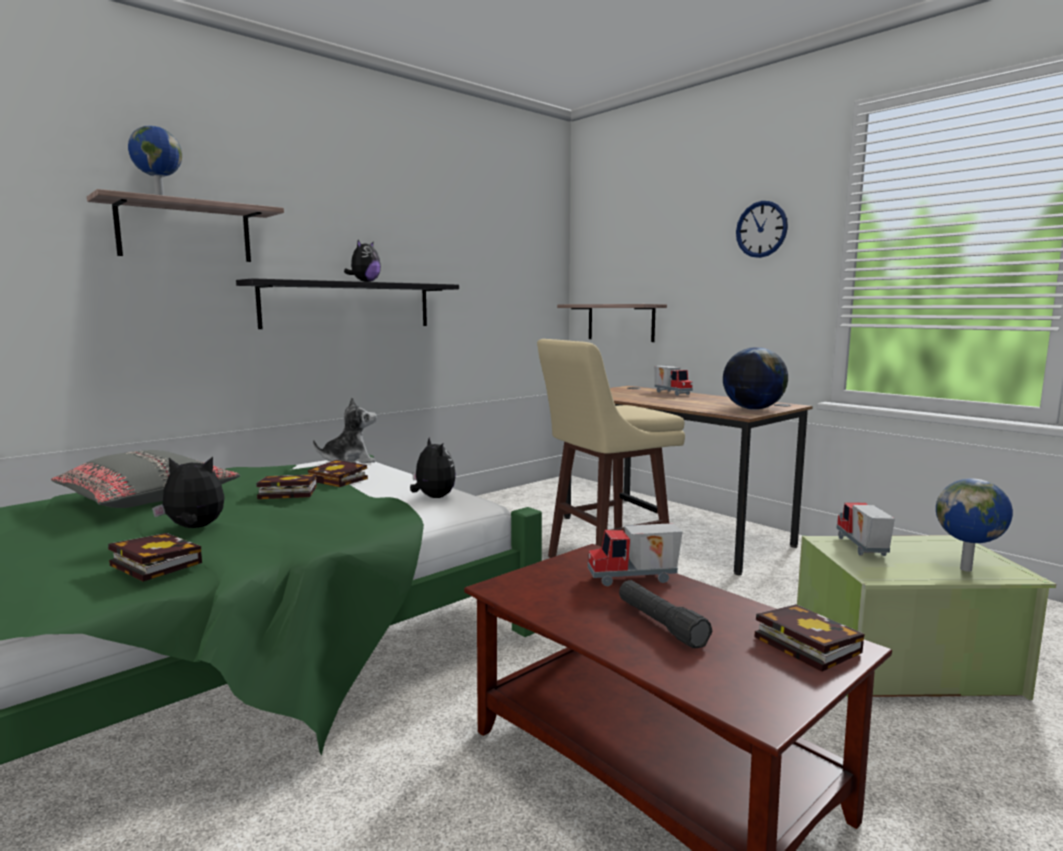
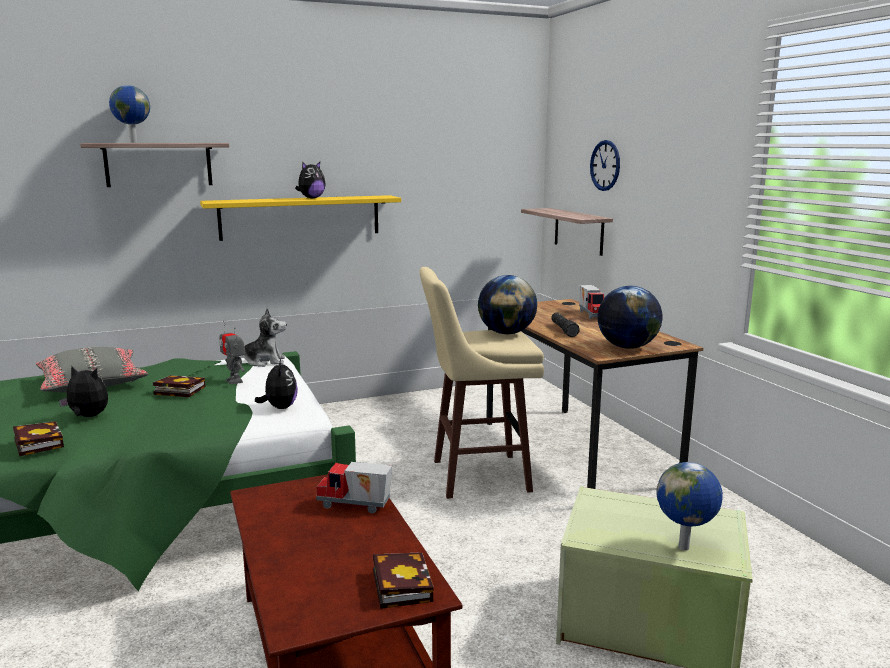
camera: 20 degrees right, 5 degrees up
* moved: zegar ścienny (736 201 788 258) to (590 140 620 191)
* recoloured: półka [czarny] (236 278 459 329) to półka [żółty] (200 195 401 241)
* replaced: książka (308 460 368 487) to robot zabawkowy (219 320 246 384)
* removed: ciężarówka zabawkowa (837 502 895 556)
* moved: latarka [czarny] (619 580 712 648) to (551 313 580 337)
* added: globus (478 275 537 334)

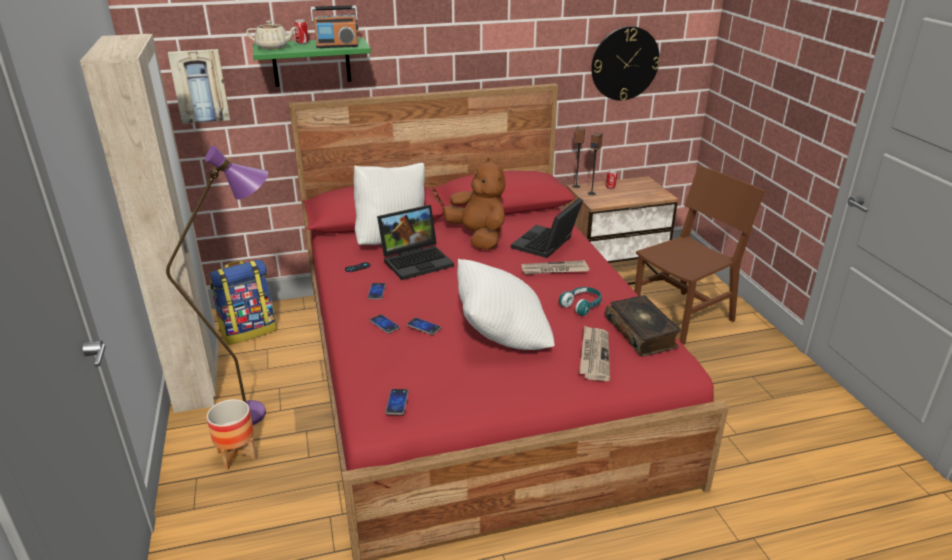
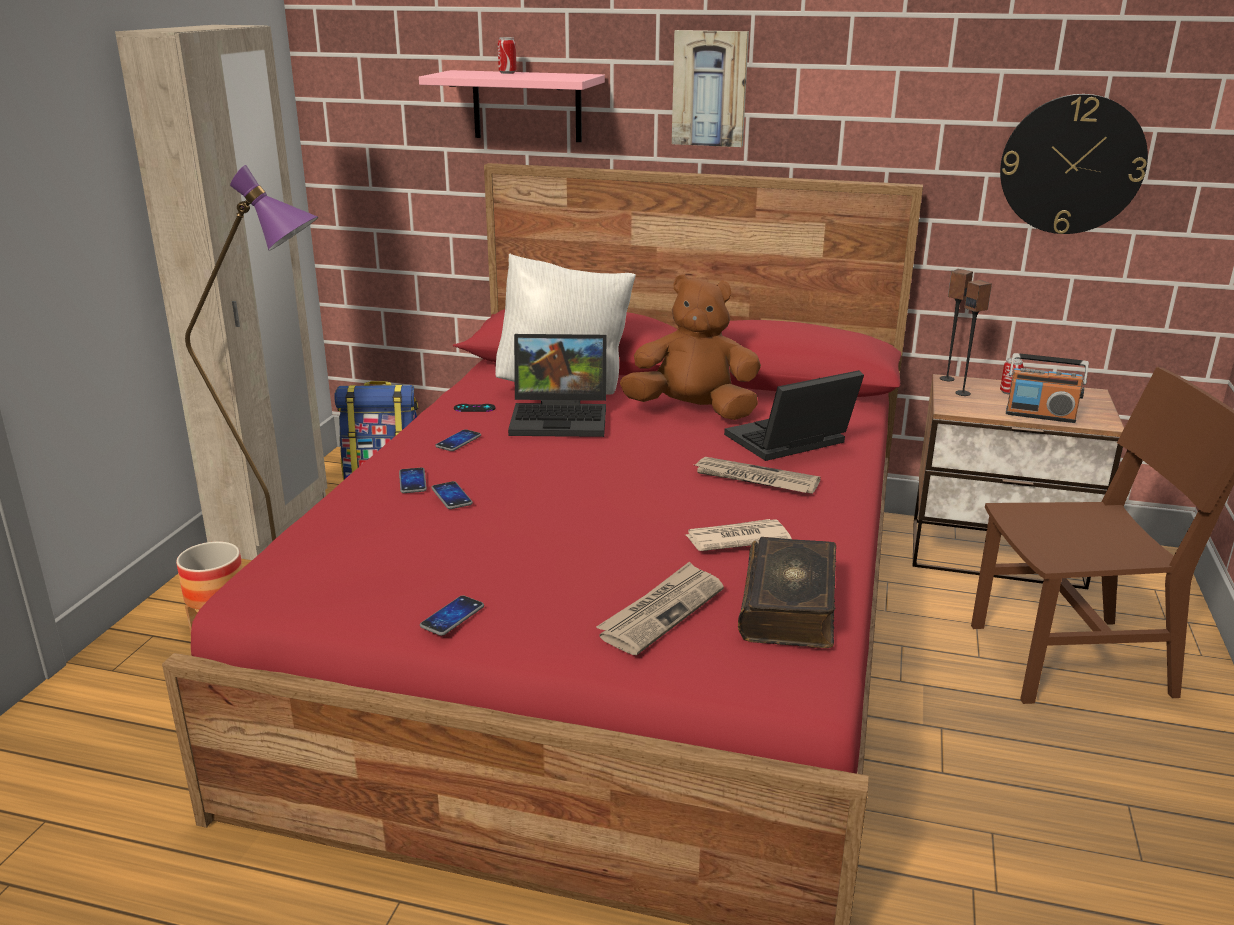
camera: 30 degrees right, 5 degrees down
* moved: radio (311 5 358 48) to (1006 353 1089 423)
* removed: imbryk [beżowy] (246 20 297 50)
* recoloured: półka [zielony] (253 37 371 87) to półka [różowy] (419 70 605 142)
* moved: obraz (168 49 230 124) to (672 30 749 147)
* turned: pluszak [brązowy] (442 158 506 250) = (620 275 761 420) 75 degrees counterclockwise
* removed: poduszka [biały] (457 259 555 350)
* replaced: słuchawki [turkusowy] (559 287 602 316) to gazeta (686 519 792 551)
* moved: telefon (385 389 409 415) to (420 596 484 636)

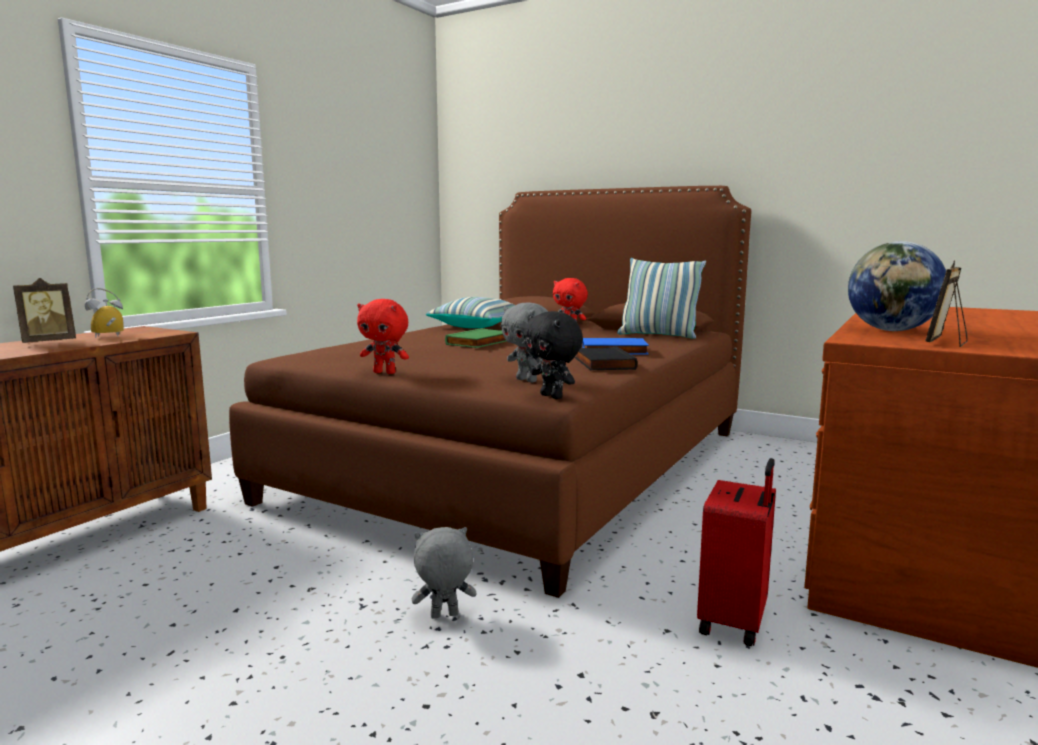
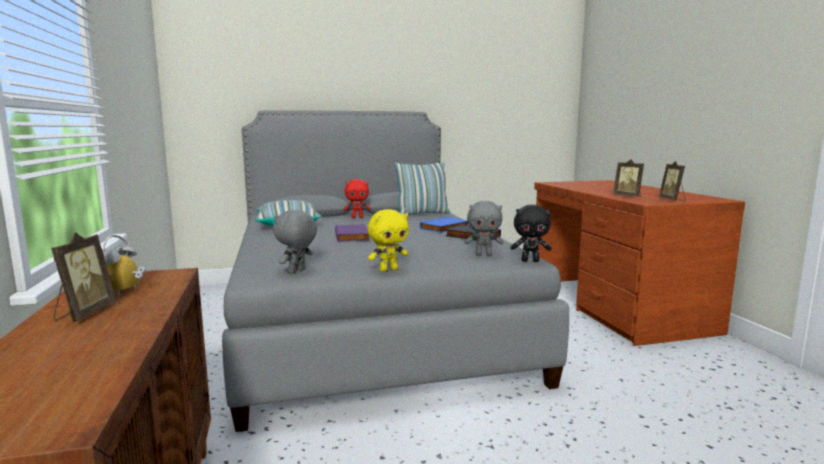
camera: 45 degrees left, 0 degrees up
* recoloured: łóżko [brązowy] (229 186 751 598) to łóżko [szary] (222 110 569 432)
* replaced: globus (848 241 946 331) to ramka na zdjęcie (613 159 644 197)
* recoloured: pluszak [czerwony] (357 299 409 374) to pluszak [żółty] (367 209 409 272)
* recoloured: książka [zielony] (445 328 506 348) to książka [fioletowy] (335 224 370 242)
* removed: walizka [czerwony] (697 458 776 646)
* moved: pluszak [szary] (412 527 476 618) to (273 210 317 273)

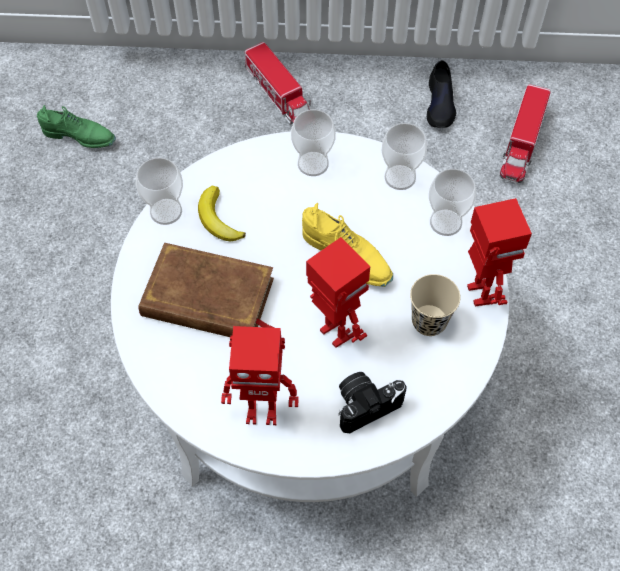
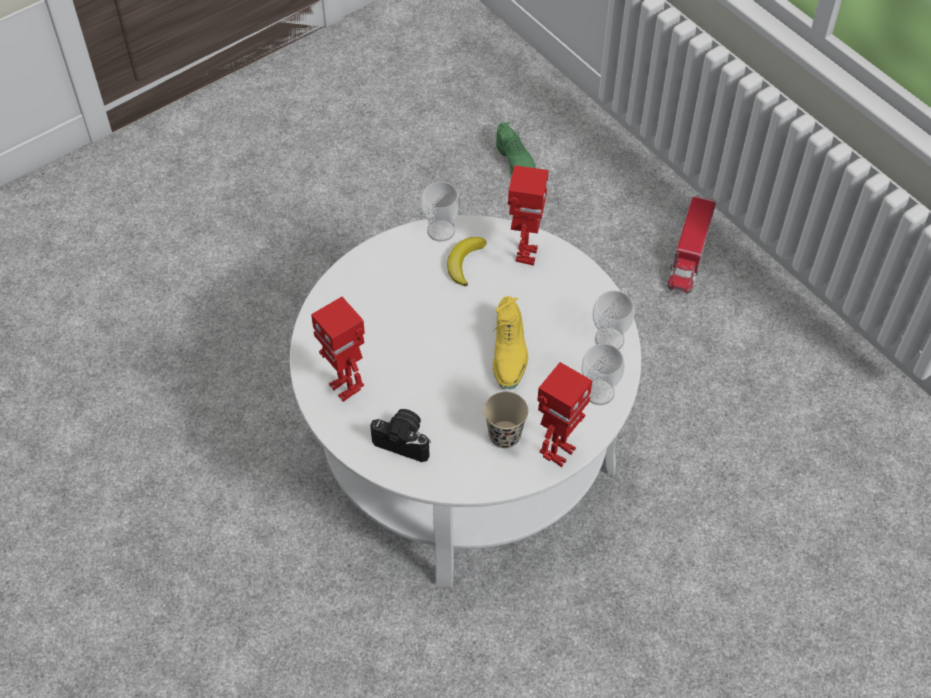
camera: 50 degrees right, 5 degrees down
* removed: but [czarny] (427 60 456 128)
* removed: ciężarówka zabawkowa (500 84 551 184)
* removed: filiżanka (291 109 336 176)
* moved: robot zabawkowy (306 237 370 348) to (508 165 549 266)
* removed: książka [brązowy] (138 243 274 337)

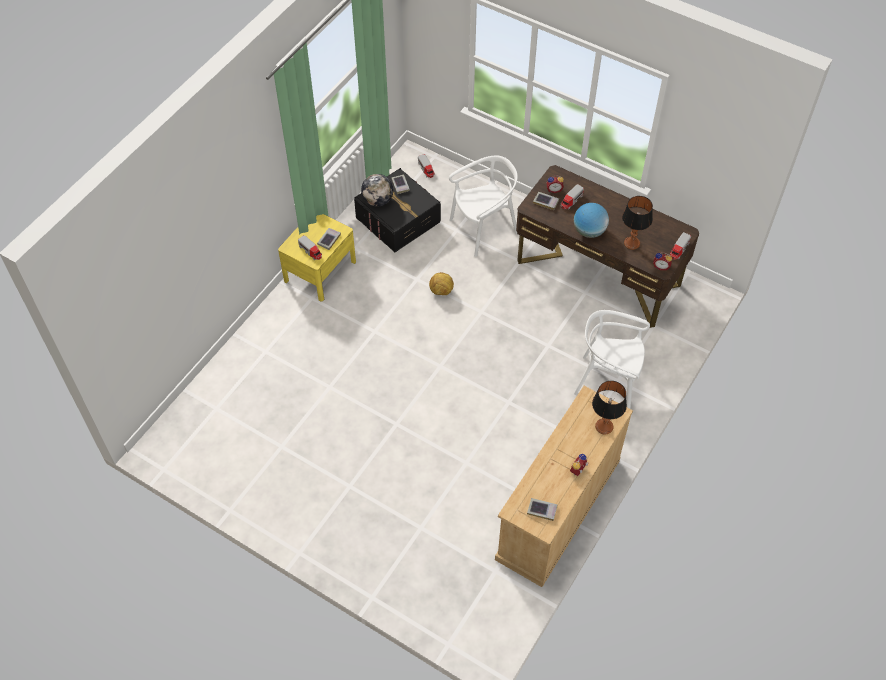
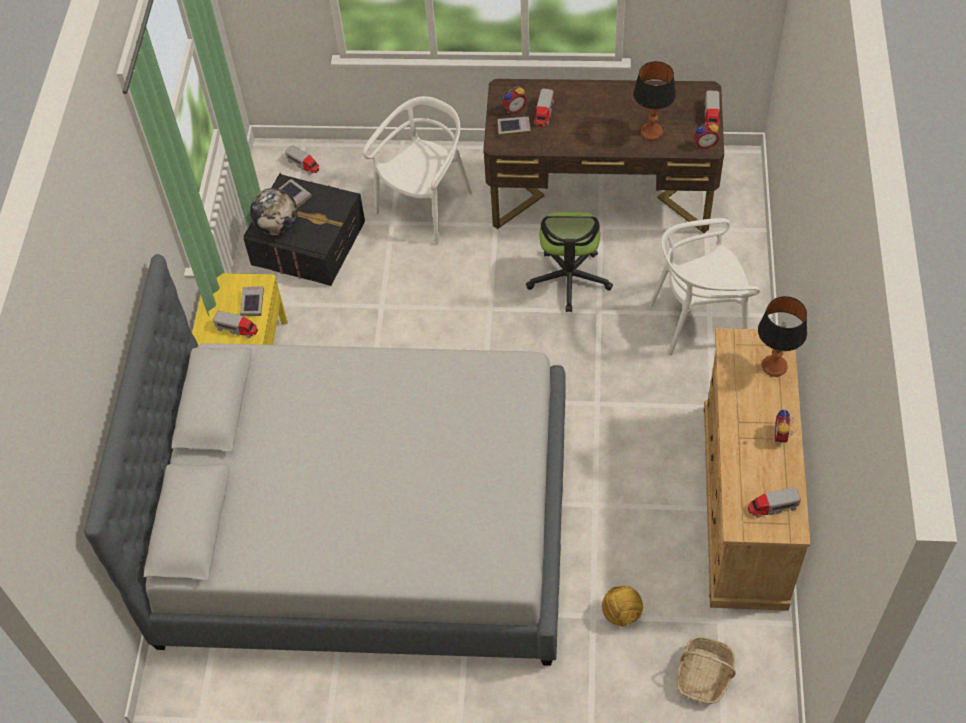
camera: 25 degrees left, 0 degrees up
* removed: globus (574 203 609 238)
* moved: piłka futbolowa (429 272 454 295) to (602 586 643 626)
* replaced: książka (527 498 557 521) to ciężarówka zabawkowa (748 487 801 518)
* added: krzesło biurowe (526 212 613 312)
* added: łóżko [szary] (84 254 566 666)
* added: koszyk (677 636 736 704)

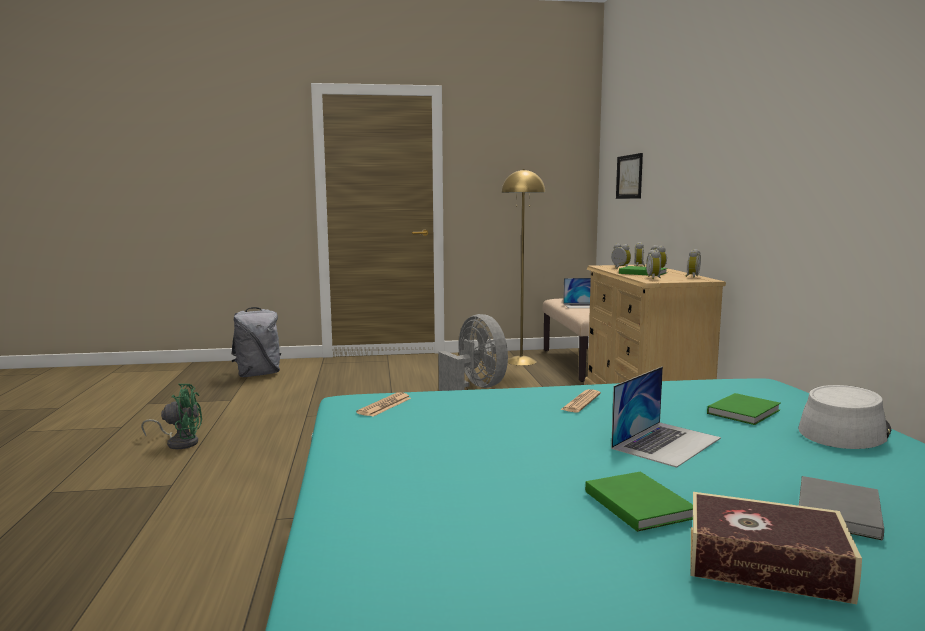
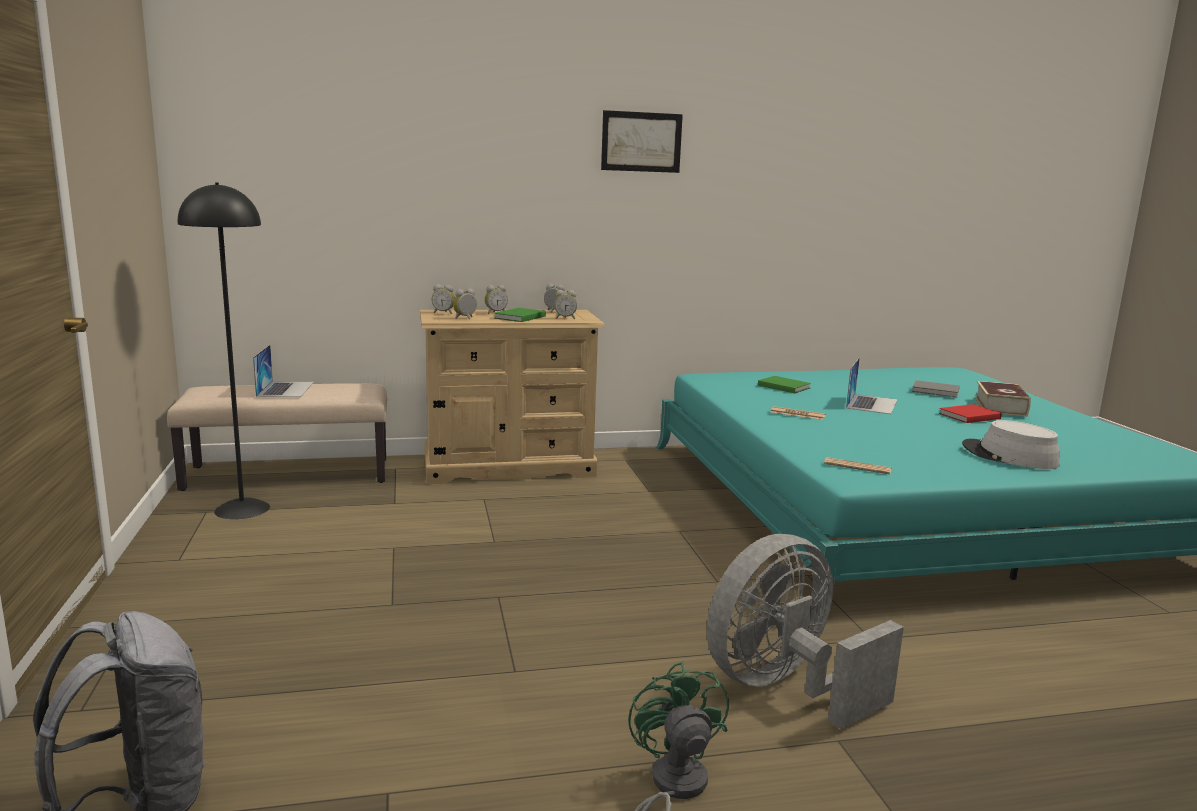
camera: 95 degrees left, 5 degrees up
* moved: obraz (616 153 643 199) to (601 110 683 173)
* recoloured: lampa stojąca [żółty] (502 169 545 365) to lampa stojąca [czarny] (178 183 270 519)
* moved: wentylator [szary] (438 314 508 391) to (707 534 904 729)
* turned: laptop (611 367 721 468) = (846 357 897 414) 75 degrees clockwise
* moved: kapelusz [szary] (798 385 892 449) to (962 420 1060 469)
* recoloured: książka [zielony] (585 472 693 532) to książka [czerwony] (939 404 1002 423)

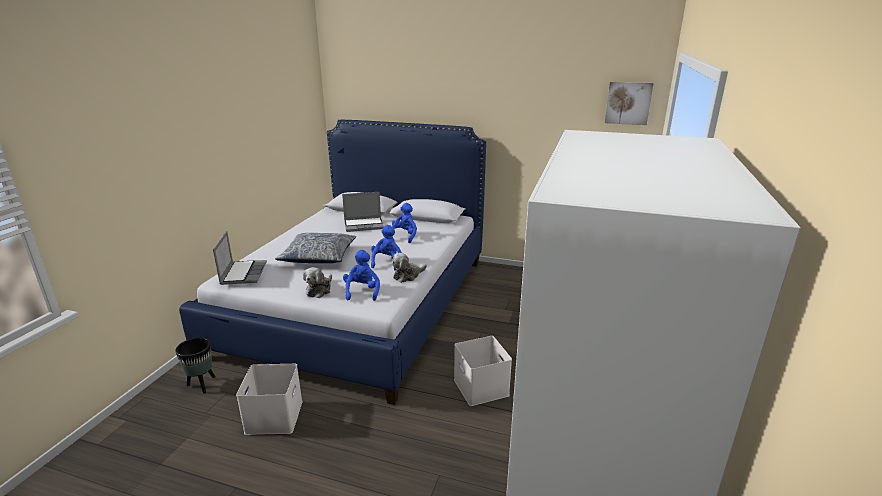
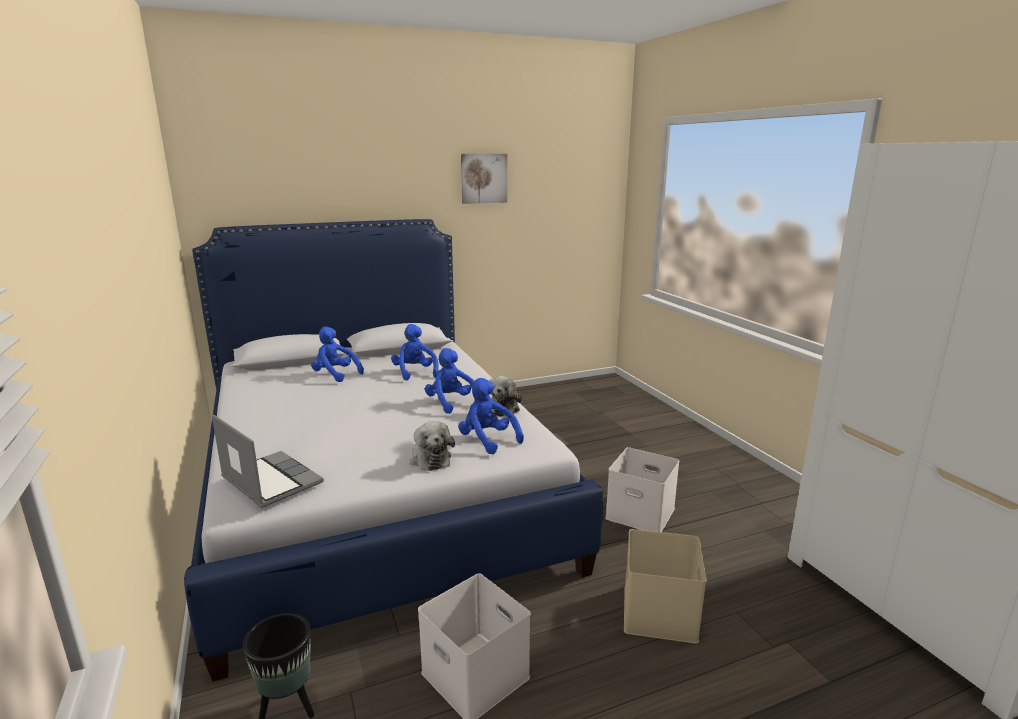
camera: 40 degrees left, 5 degrees down
* moved: obraz (605 82 654 125) to (461 154 507 204)
* replaced: laptop (342 192 384 232) to pluszak [niebieski] (311 327 364 382)
* removed: poduszka (275 233 356 263)
* added: pojemnik do przechowywania [beżowy] (624 529 706 644)

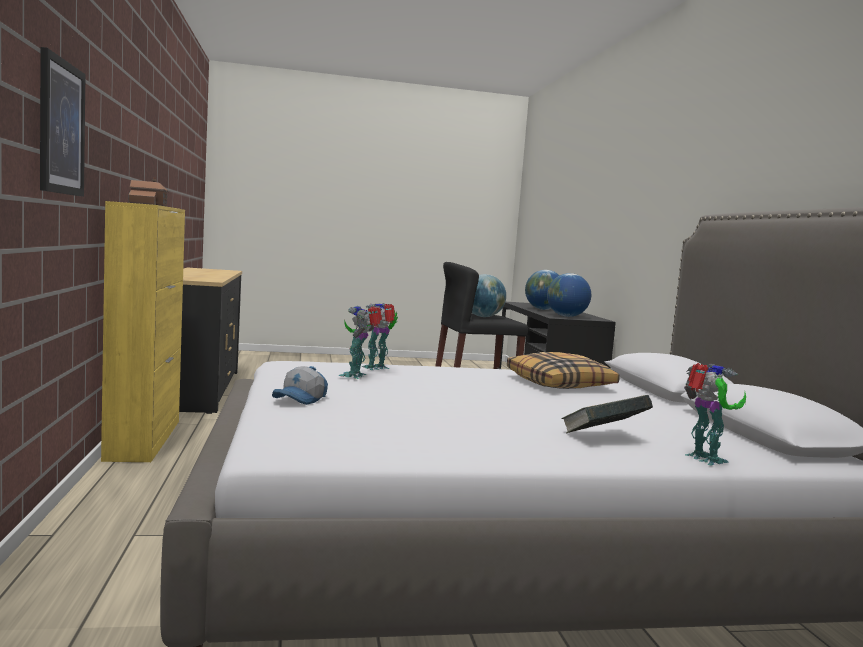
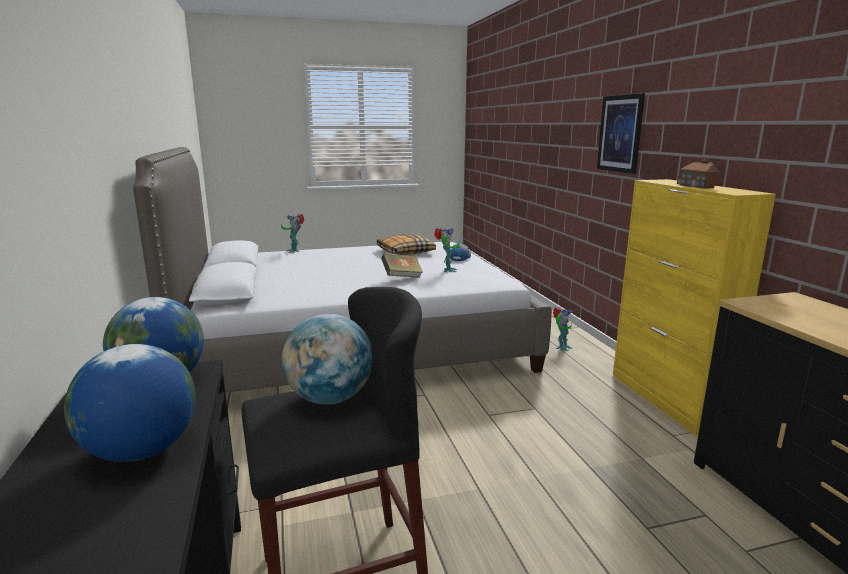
camera: 175 degrees right, 10 degrees up
* moved: robot zabawkowy (362 303 398 370) to (553 307 573 351)
* moved: poduszka (507 352 620 389) to (377 234 436 255)
* moved: książka (561 395 653 434) to (381 254 423 278)

